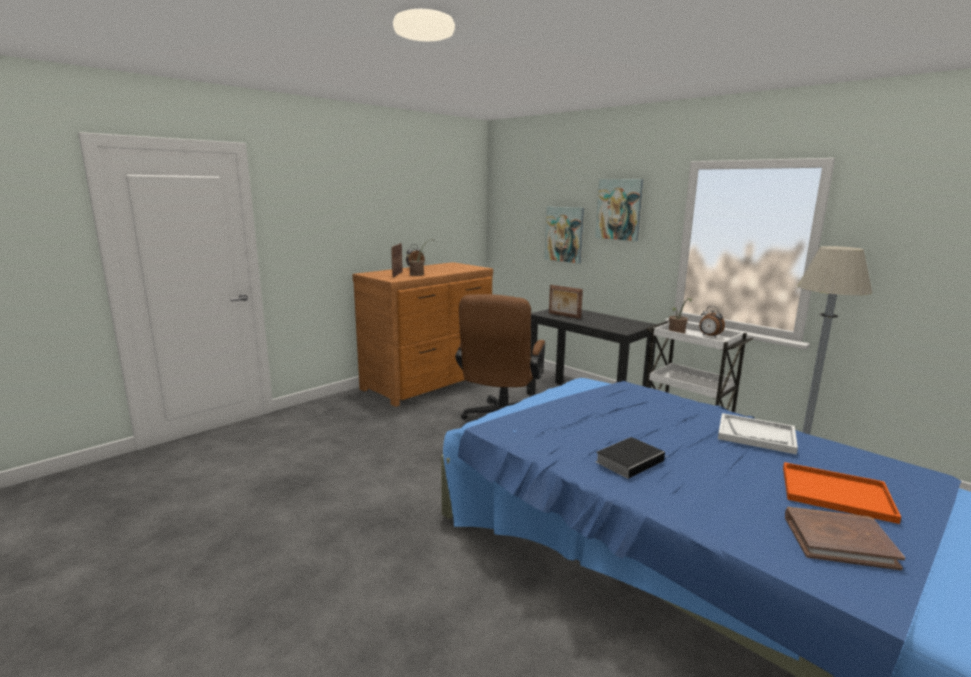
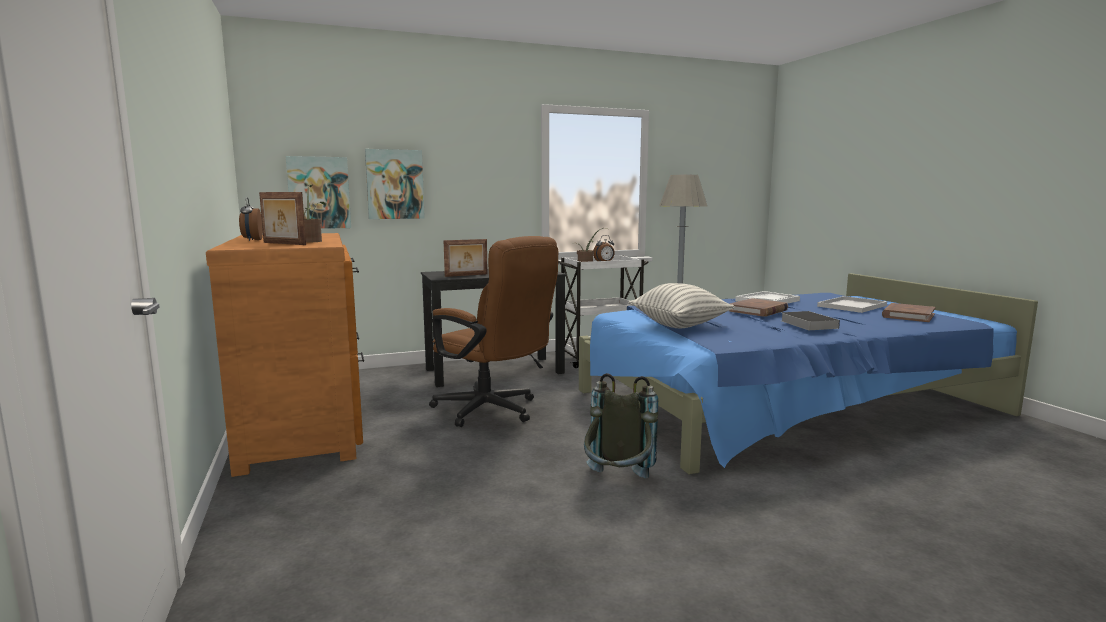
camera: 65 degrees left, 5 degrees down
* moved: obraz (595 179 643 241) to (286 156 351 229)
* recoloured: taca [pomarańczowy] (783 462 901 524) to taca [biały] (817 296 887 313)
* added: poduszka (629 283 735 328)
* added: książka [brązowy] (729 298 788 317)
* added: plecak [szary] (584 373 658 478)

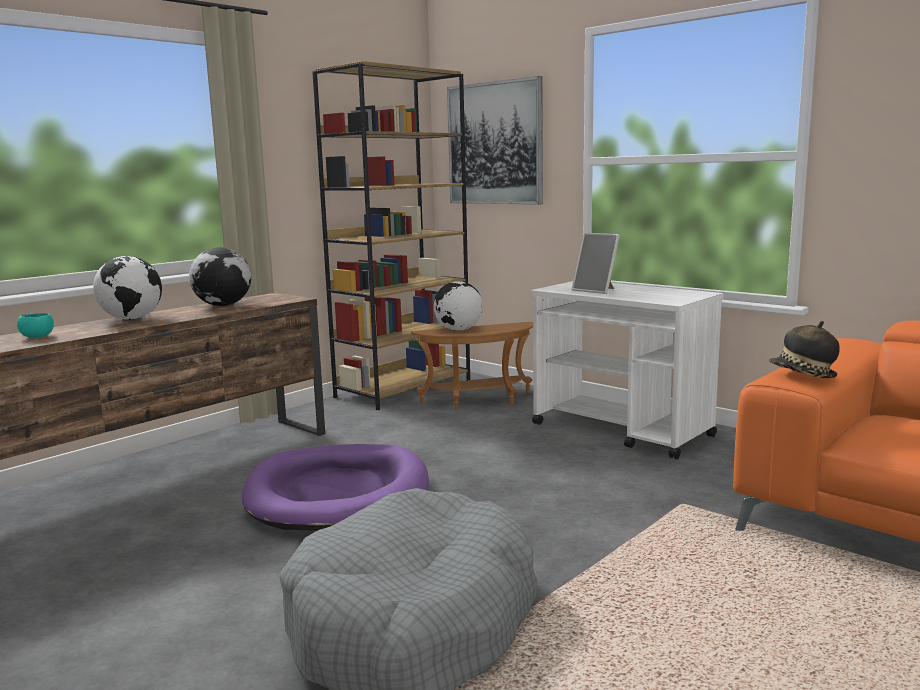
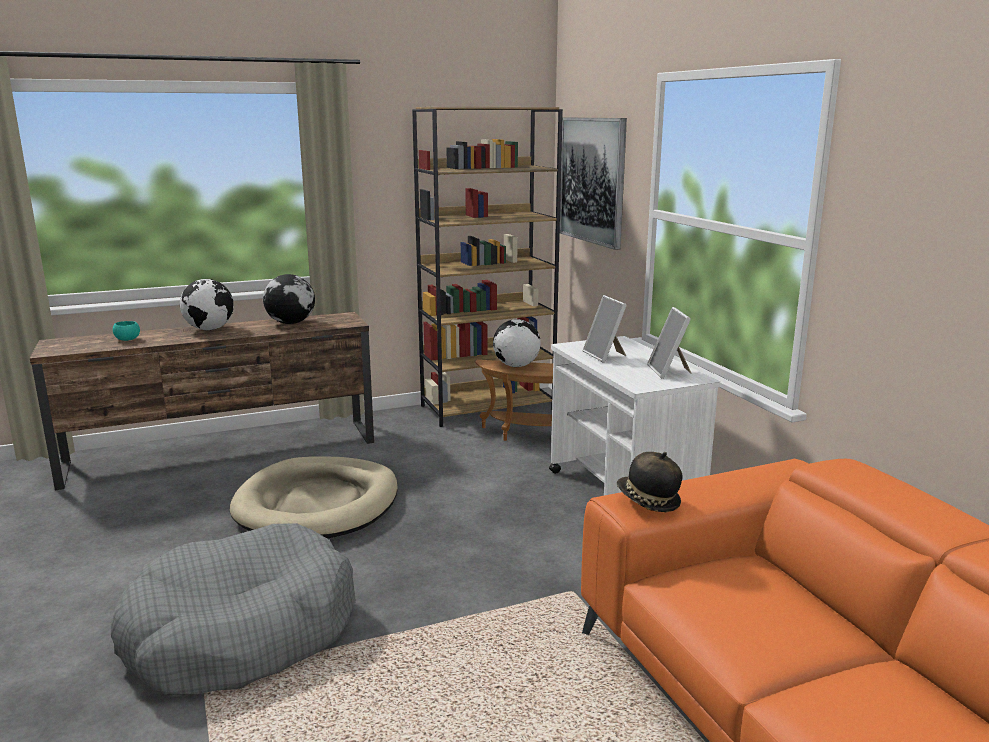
camera: 25 degrees right, 5 degrees up
* recoloured: legowisko [fioletowy] (242 444 429 531) to legowisko [beżowy] (230 456 398 539)
* added: ramka na zdjęcie (647 307 692 379)

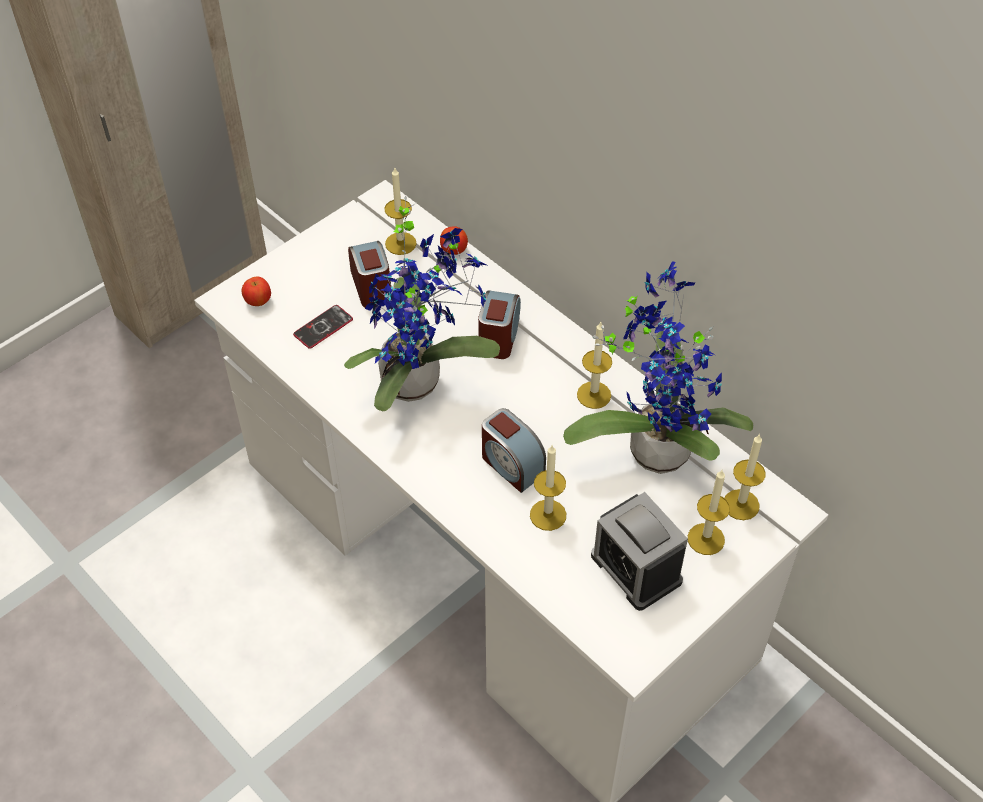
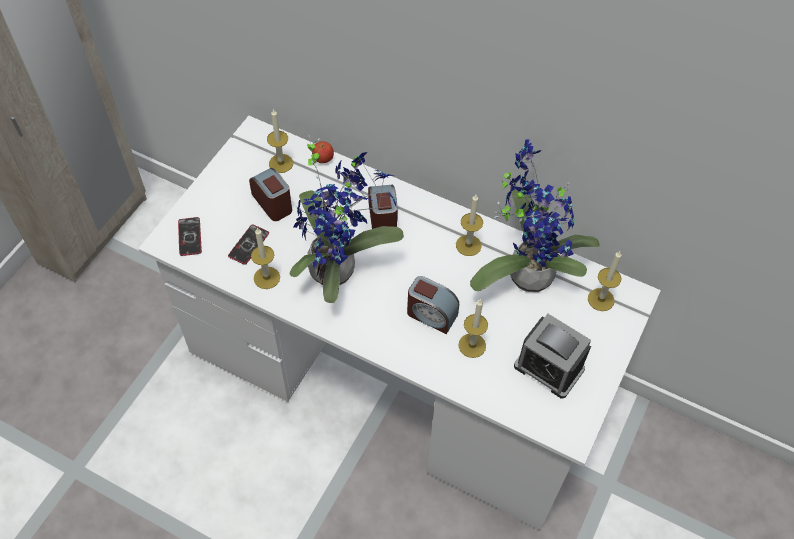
camera: 20 degrees left, 5 degrees up
* replaced: jabłko (242 276 271 306) to telefon (178 217 202 256)
* moved: świeca (688 470 730 555) to (251 228 280 289)

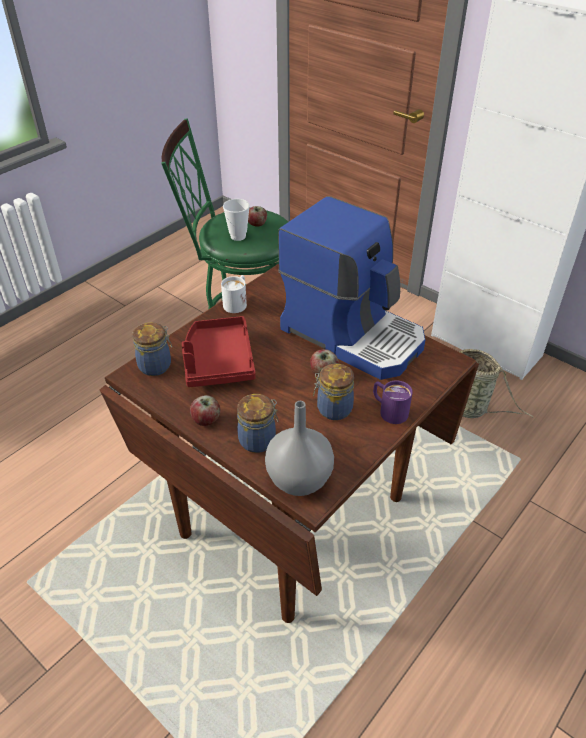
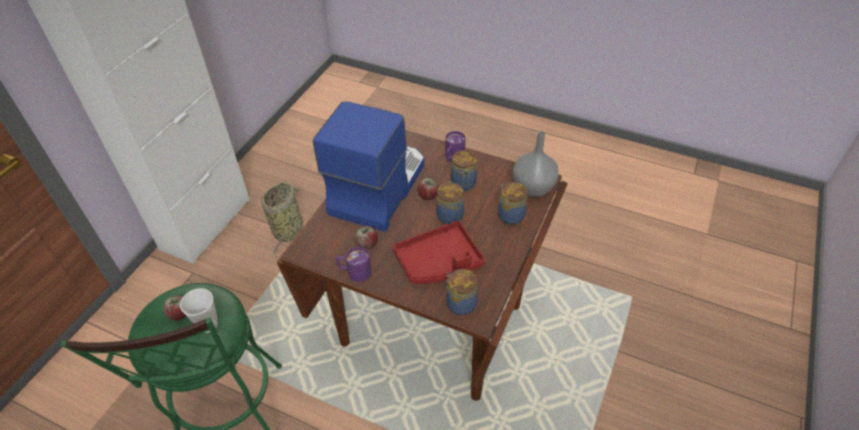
camera: 105 degrees left, 5 degrees up
* recoloured: kubek [biały] (221 275 247 313) to kubek [fioletowy] (336 247 371 282)
* moved: jabłko (190 395 220 426) to (354 226 378 250)
* added: słoik (436 182 464 224)

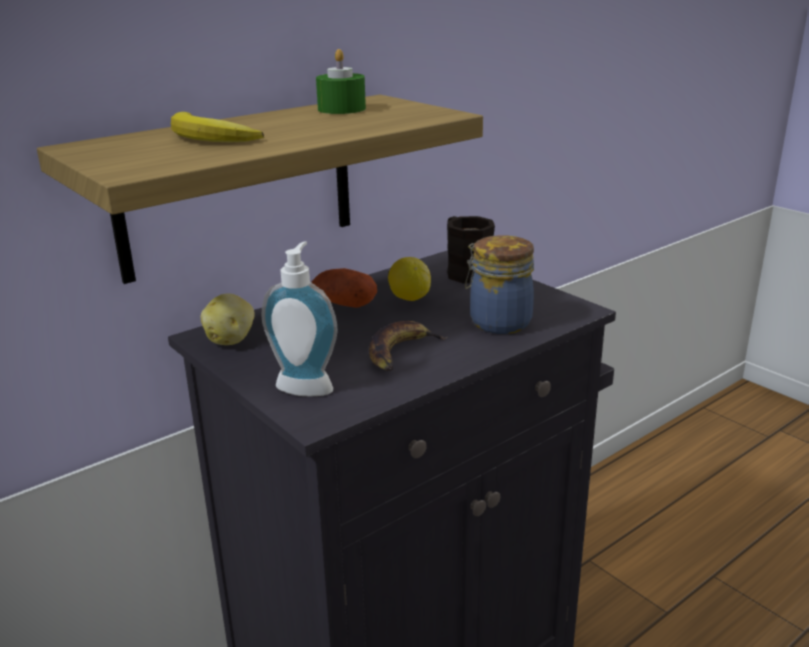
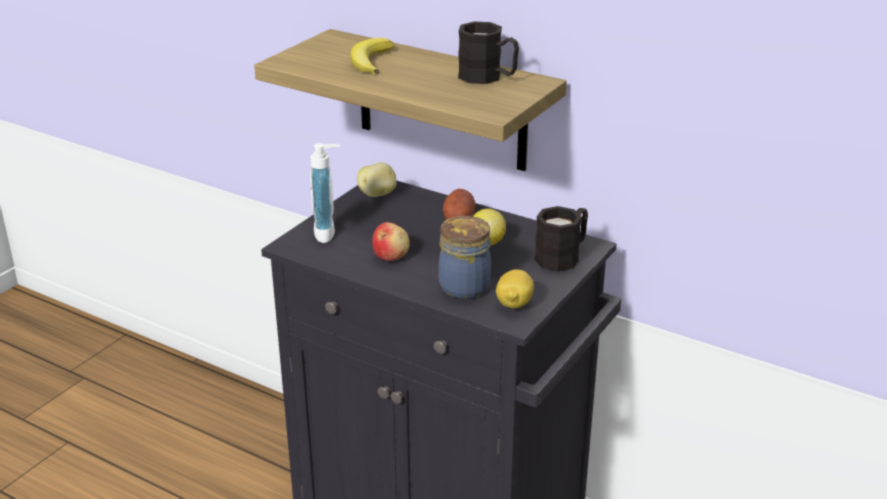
camera: 70 degrees right, 5 degrees up
* replaced: świeca [zielony] (316 49 366 114) to kubek [czarny] (458 21 519 84)
* replaced: banan (369 321 448 371) to jabłko (372 222 410 261)
* added: cytryna (496 269 534 309)

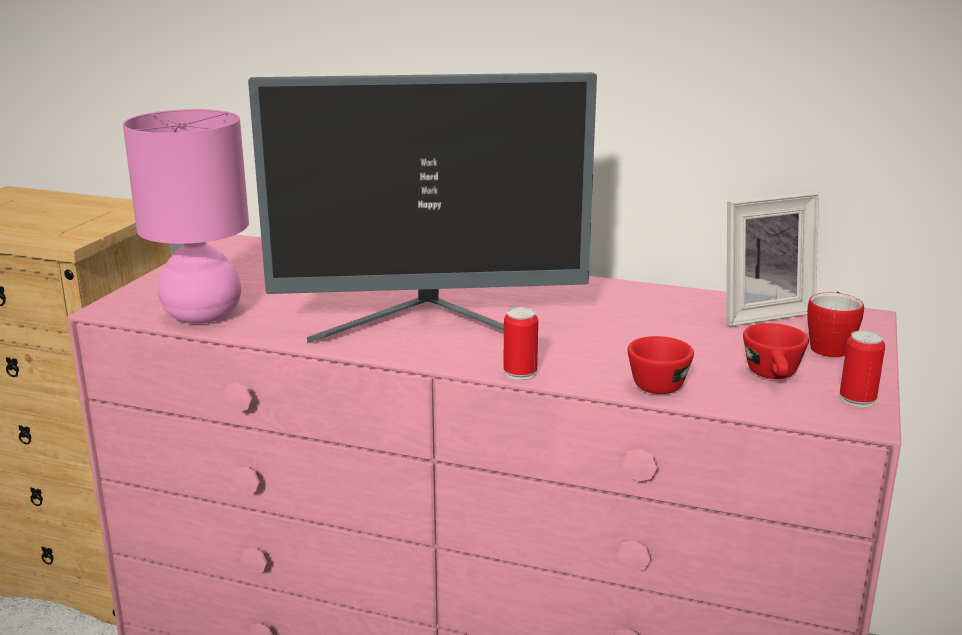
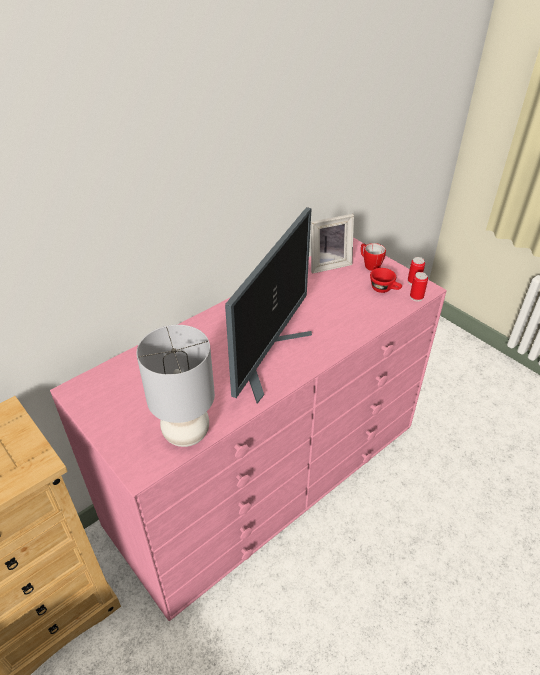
camera: 60 degrees left, 20 degrees up
* recoloured: lampa stołowa [różowy] (123 109 249 324) to lampa stołowa [szary] (136 325 215 447)
* turned: ramka na zdjęcie (726 192 819 326) = (311 214 354 274) 60 degrees clockwise
* moved: puszka (503 307 538 380) to (410 272 428 302)
* removed: filiżanka [czerwony] (627 336 694 394)

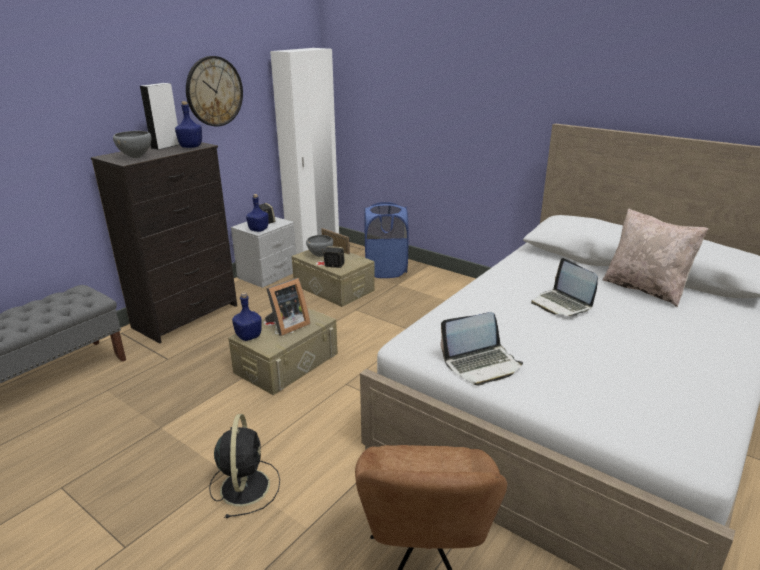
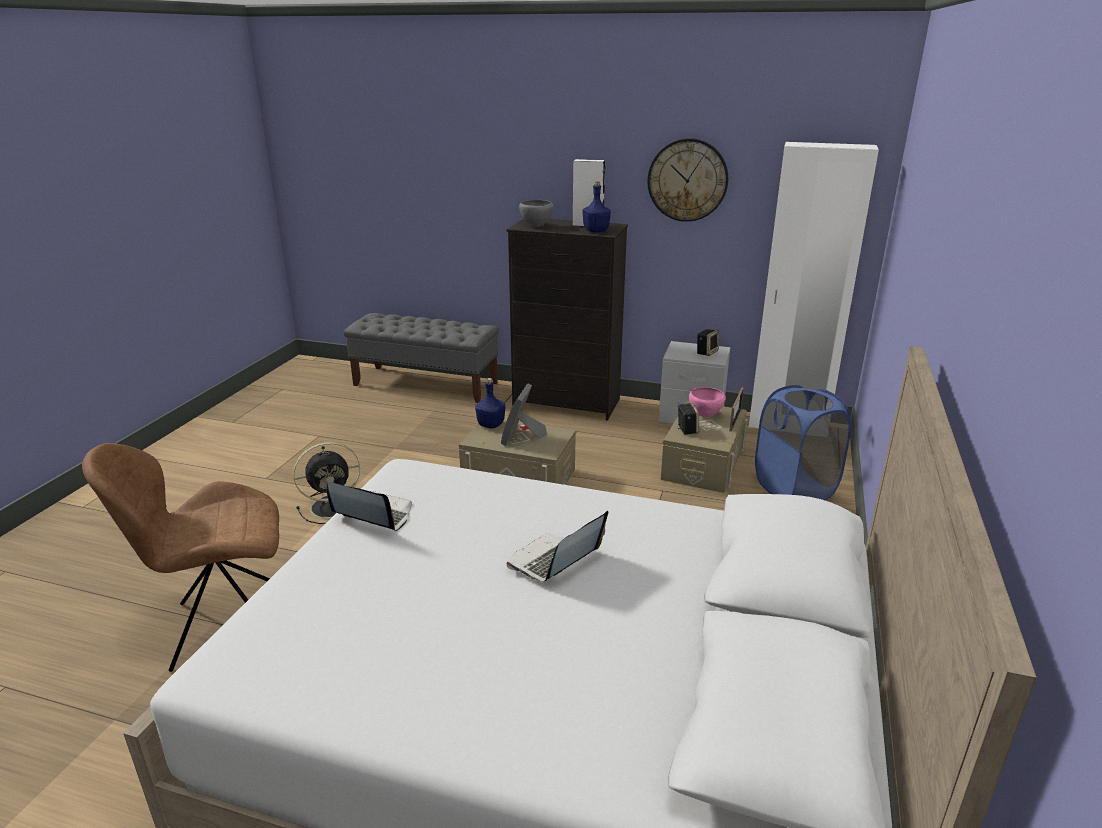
camera: 70 degrees right, 0 degrees up
* removed: butelka [niebieski] (246 194 269 232)
* removed: poduszka [beżowy] (603 209 708 307)
* recoloured: miska [szary] (306 235 333 257) to miska [różowy] (689 387 726 417)
* turned: ramka na zdjęcie (265 278 310 336) = (501 383 547 446) 75 degrees clockwise
* turned: laptop (441 312 523 386) = (327 482 412 531) 150 degrees clockwise

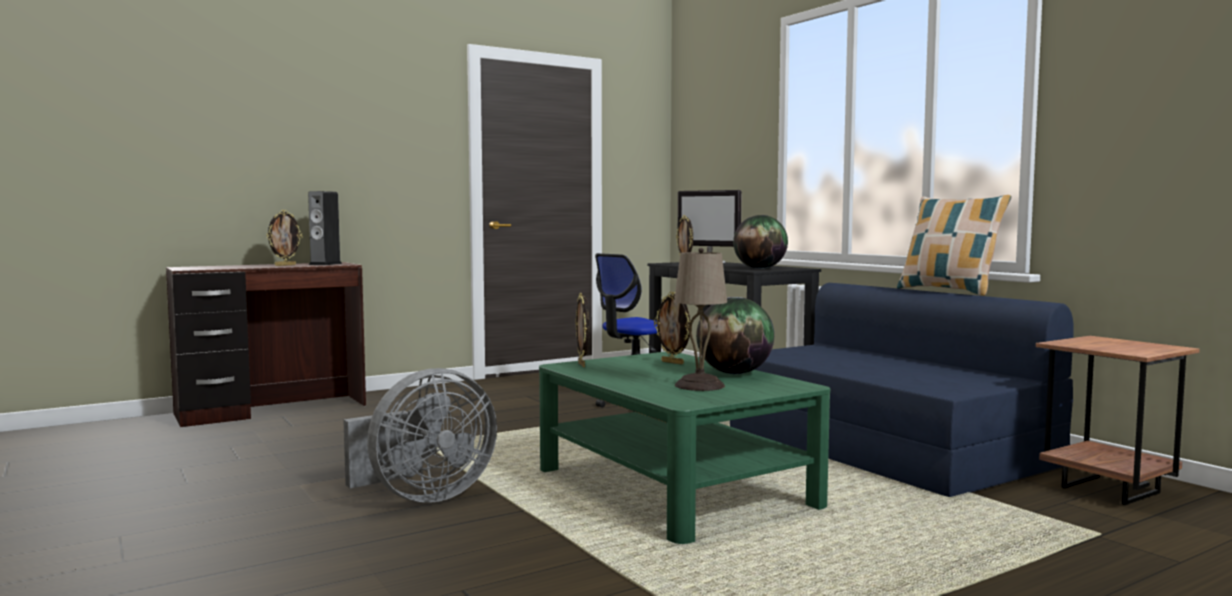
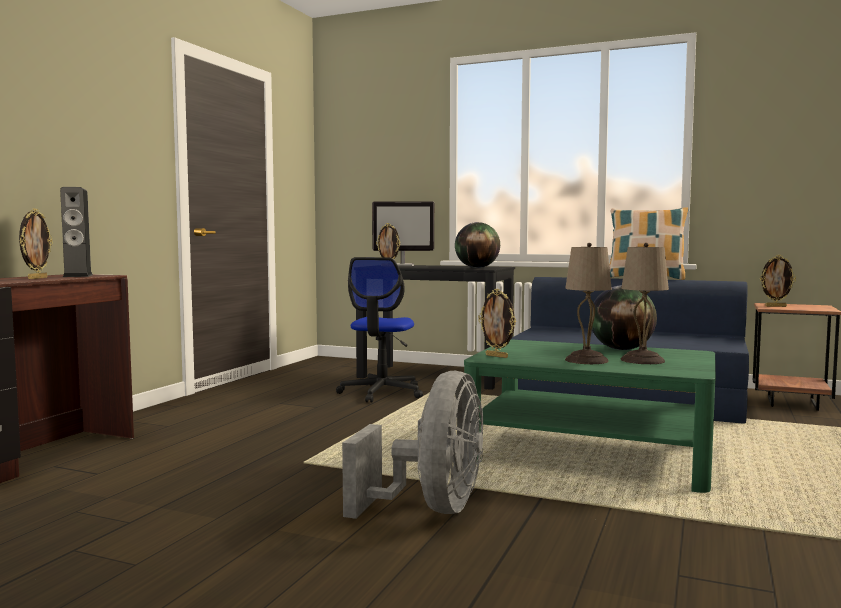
camera: 35 degrees left, 0 degrees up
* moved: ramka na zdjęcie (654 292 690 365) to (760 255 796 307)
* added: lampa stołowa [beżowy] (565 243 612 364)

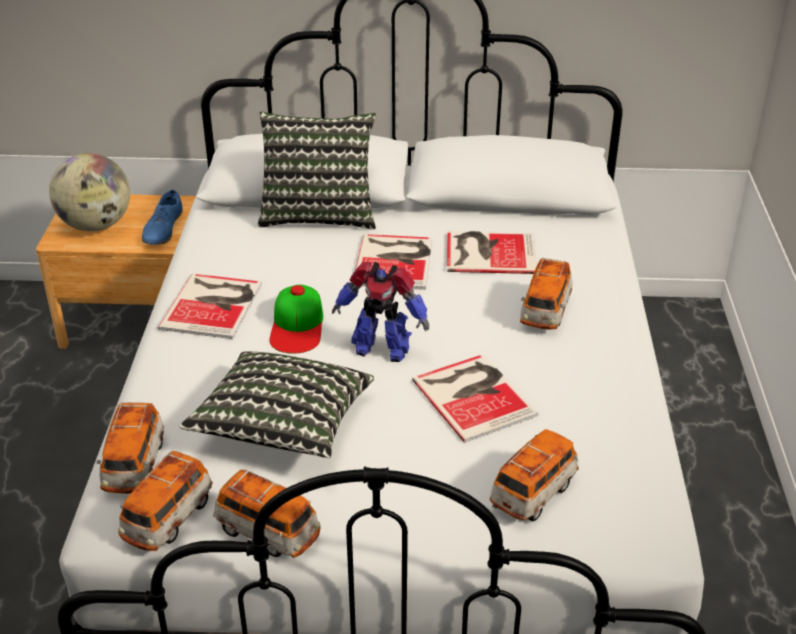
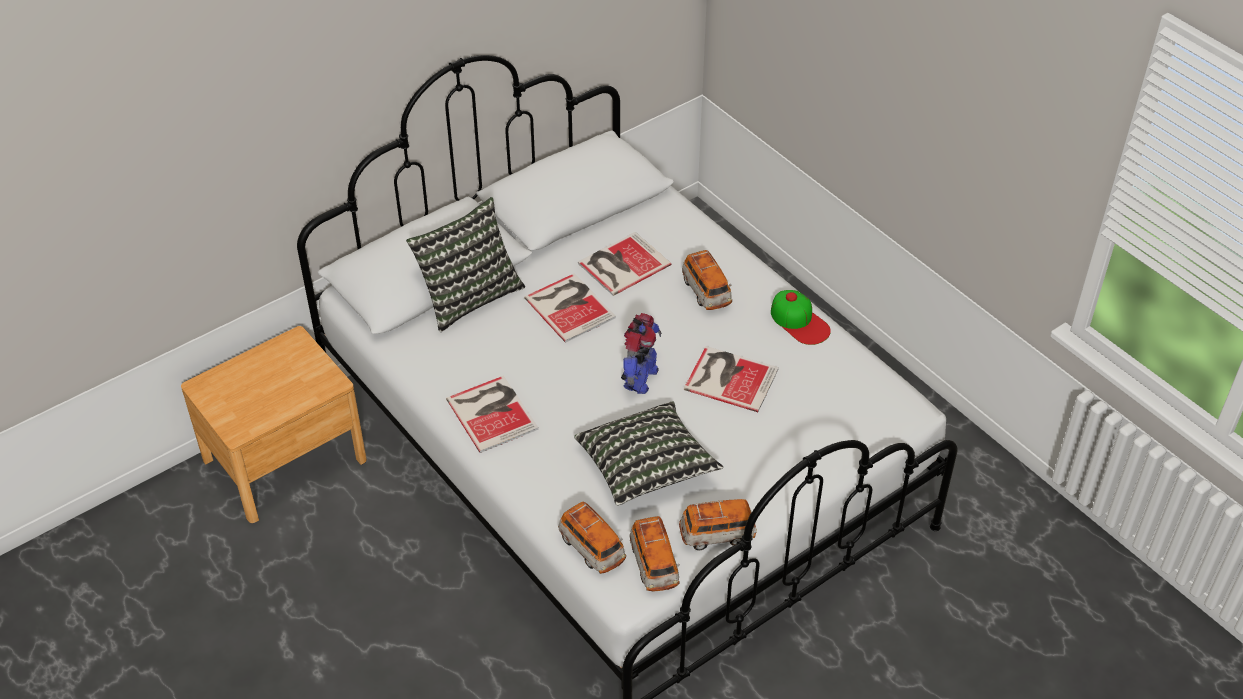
camera: 40 degrees left, 10 degrees up
* removed: globus (49 153 130 231)
* removed: but [niebieski] (142 190 183 245)
* turned: robot zabawkowy (332 262 429 362) = (621 313 662 394) 45 degrees counterclockwise
* moved: czapka z daszkiem (269 285 323 354) to (771 290 831 345)
* removed: samochodzik (490 429 579 521)

